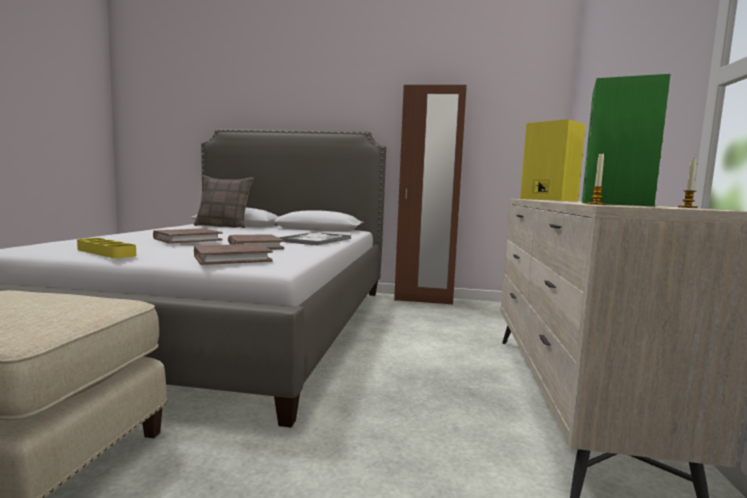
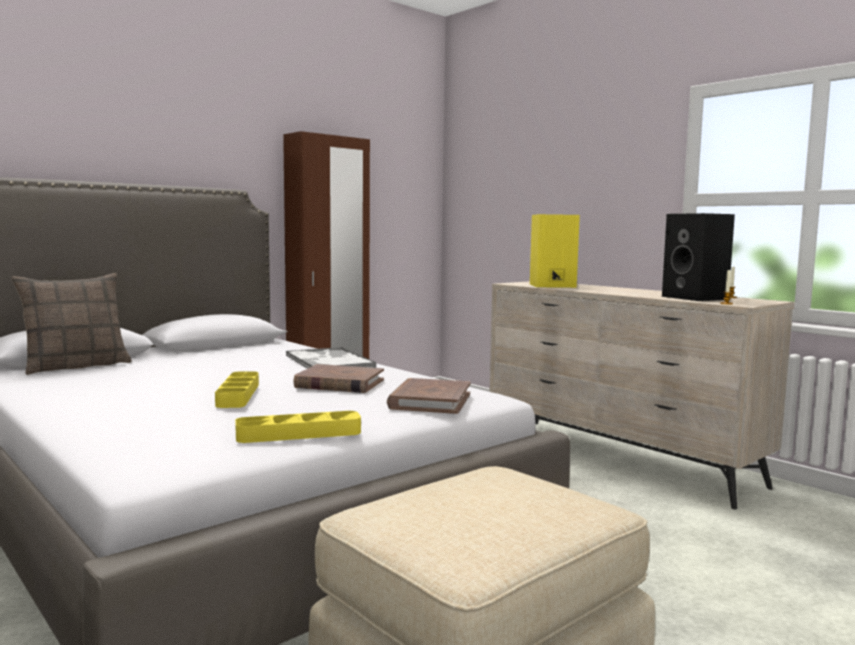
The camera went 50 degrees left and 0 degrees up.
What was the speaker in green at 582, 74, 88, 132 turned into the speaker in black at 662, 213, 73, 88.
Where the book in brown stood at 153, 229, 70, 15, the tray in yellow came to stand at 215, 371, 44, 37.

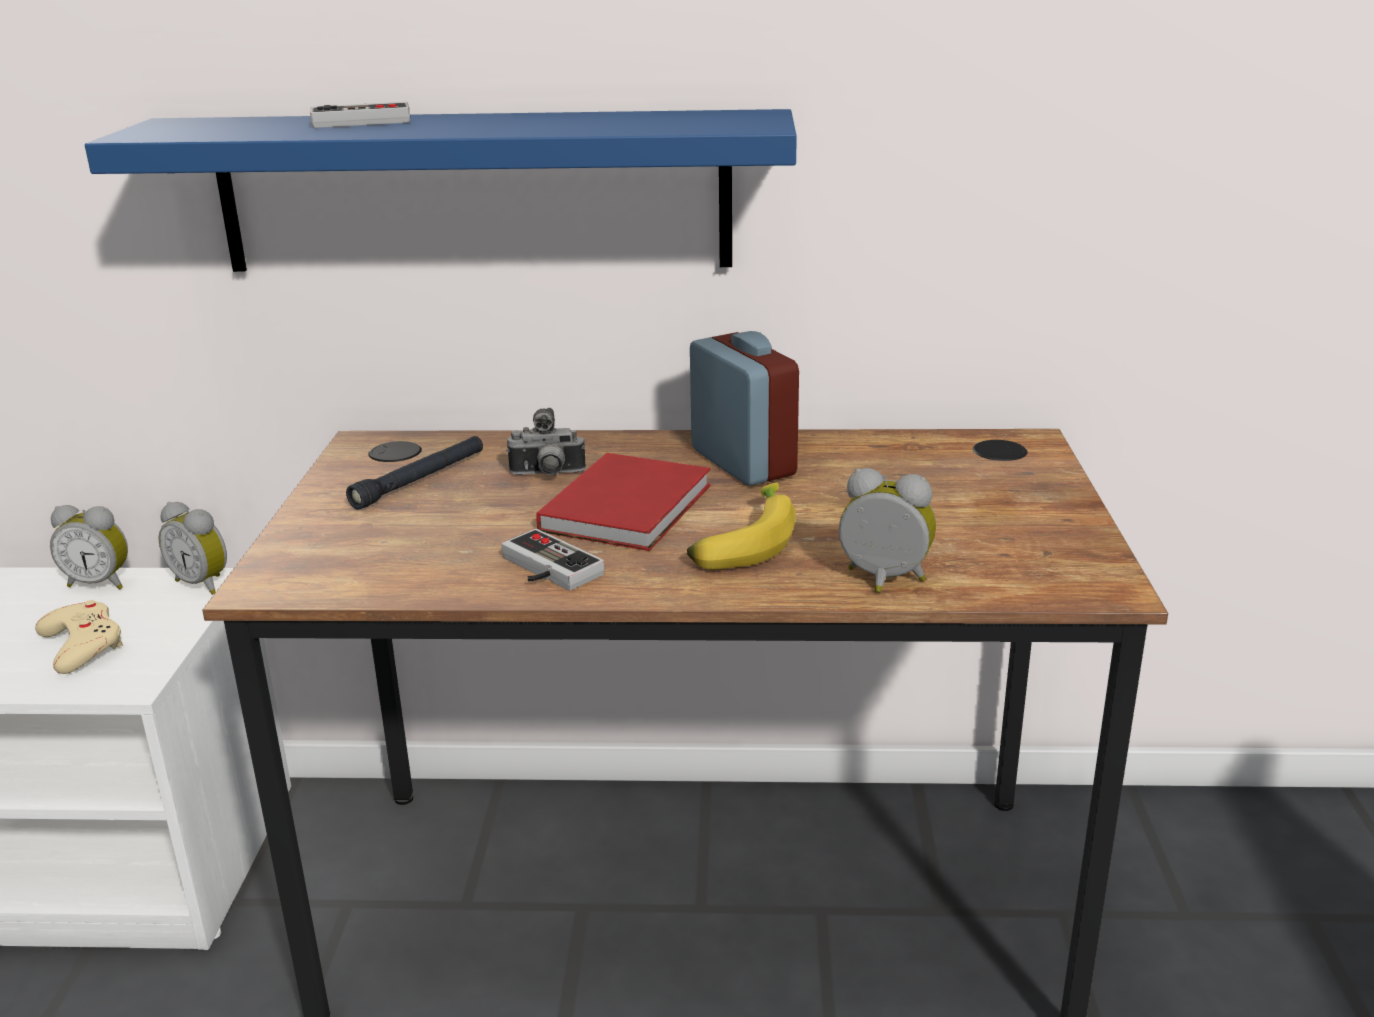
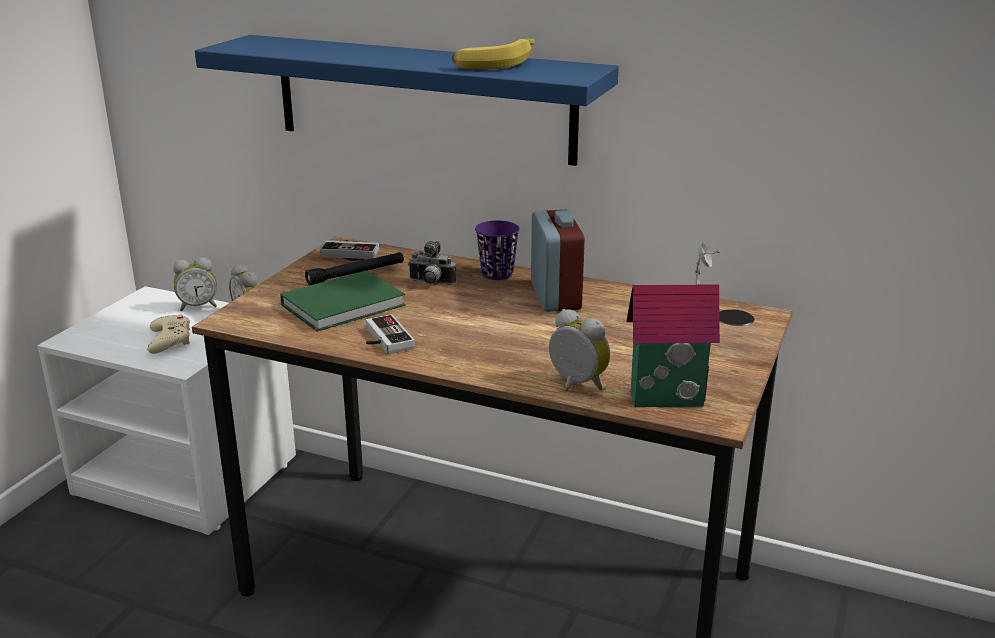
The camera went 20 degrees right and 0 degrees up.
The game controller ended up elsewhere, having gone from 310, 102, 100, 26 to 320, 240, 59, 19.
The second view lost the book in red at 536, 453, 175, 98.
The banana ended up elsewhere, having gone from 687, 483, 109, 87 to 452, 39, 83, 31.
The alarm clock at 50, 505, 78, 85 ended up facing another way, 45 degrees counterclockwise from before.
The second view gained the cup in purple at 475, 221, 45, 59.
The second view gained the toy house at 626, 242, 94, 165.
The second view gained the book in green at 280, 270, 126, 62.

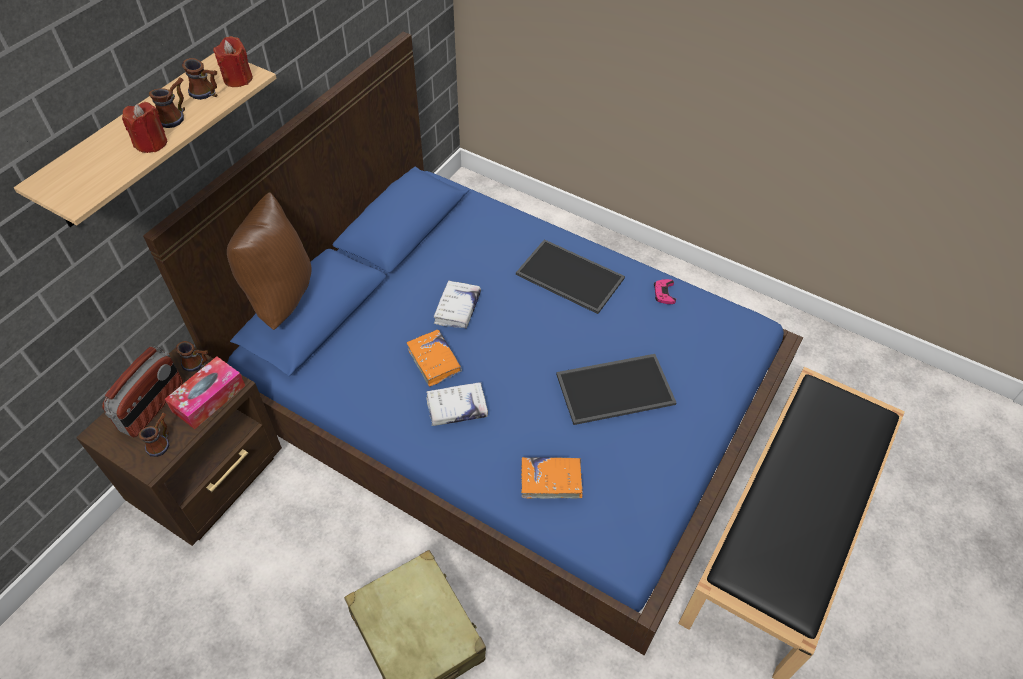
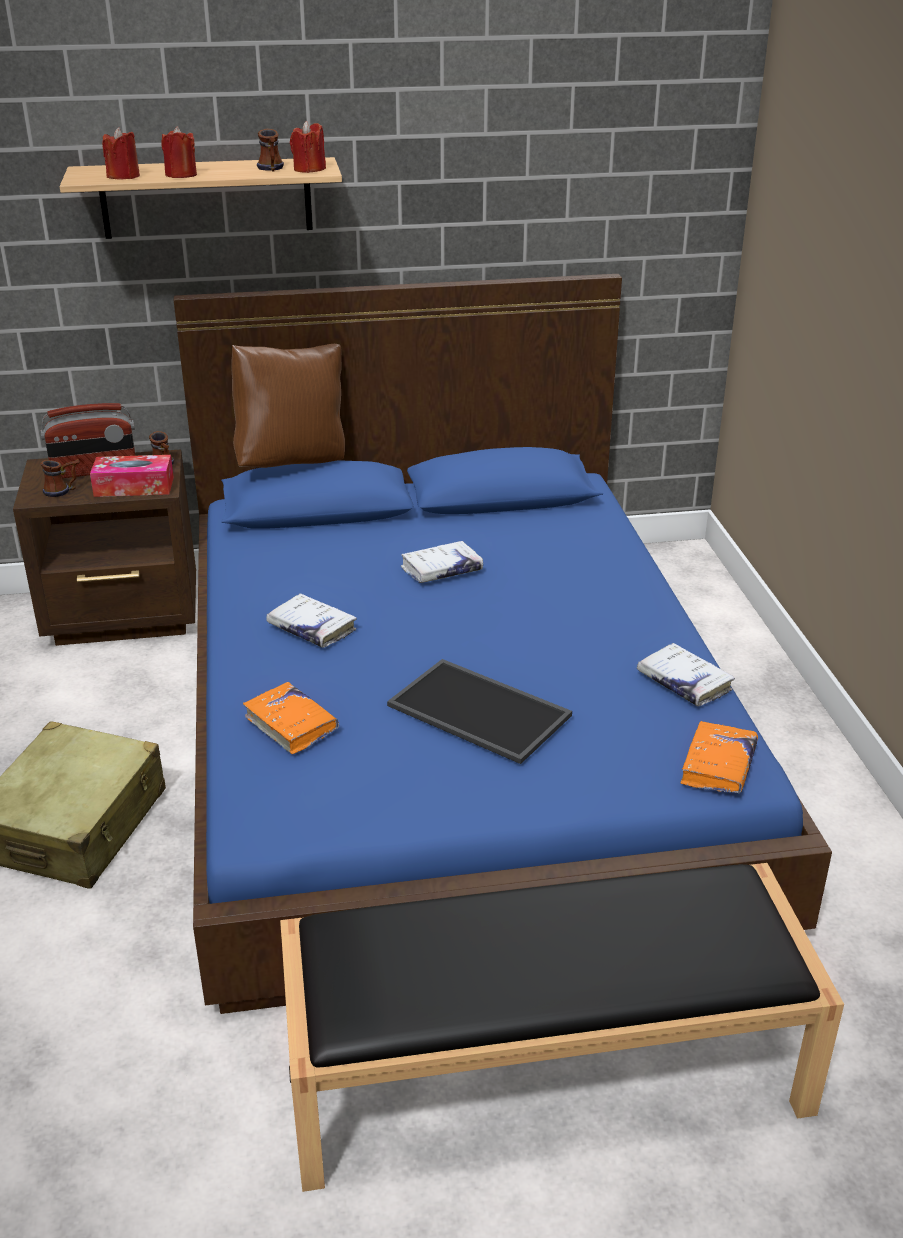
The camera went 50 degrees right and 20 degrees down.
The second view lost the mug at 149, 78, 36, 50.
The second view lost the tray at 516, 239, 109, 75.
Where the game controller in pink stood at 654, 279, 22, 25, the book in white came to stand at 637, 643, 98, 64.
The book in orange ended up elsewhere, having gone from 407, 330, 55, 57 to 680, 721, 78, 72.
The second view gained the candle in red at 102, 127, 38, 52.

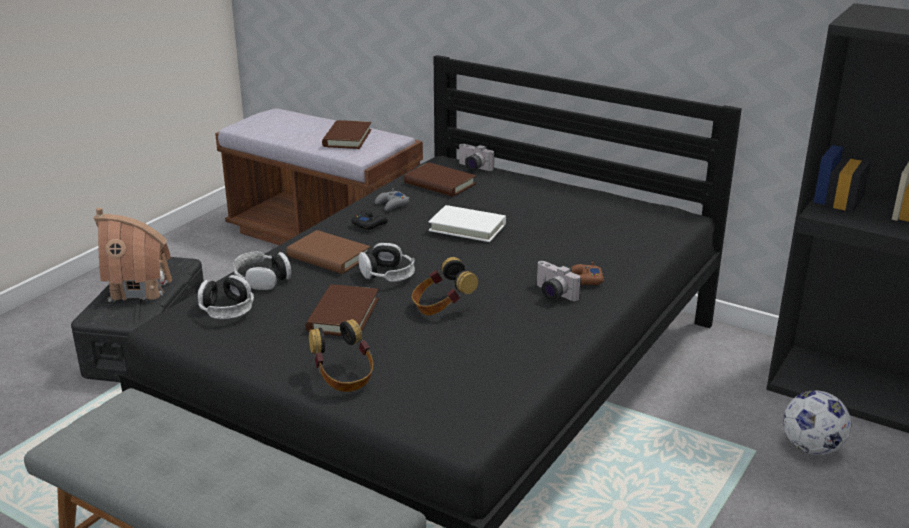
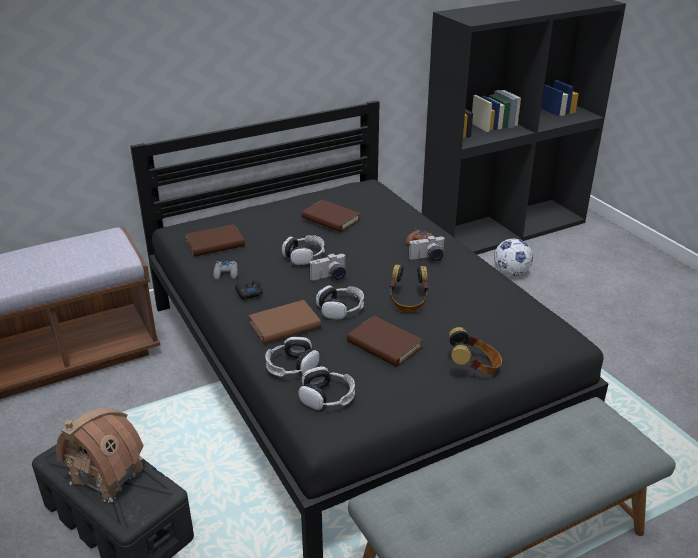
The camera went 60 degrees left and 5 degrees up.
The book in brown ended up elsewhere, having gone from 322, 120, 50, 29 to 301, 200, 59, 32.
The photo camera ended up elsewhere, having gone from 458, 144, 36, 27 to 309, 253, 37, 27.
Where the book in white stood at 428, 205, 78, 37, the headphones came to stand at 282, 235, 43, 30.

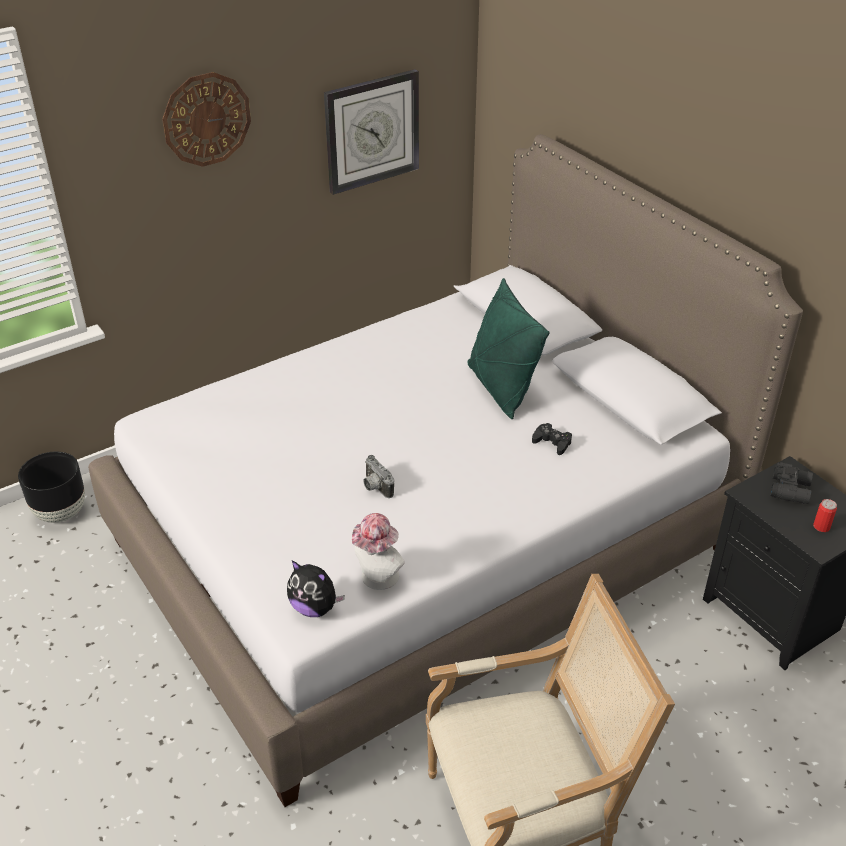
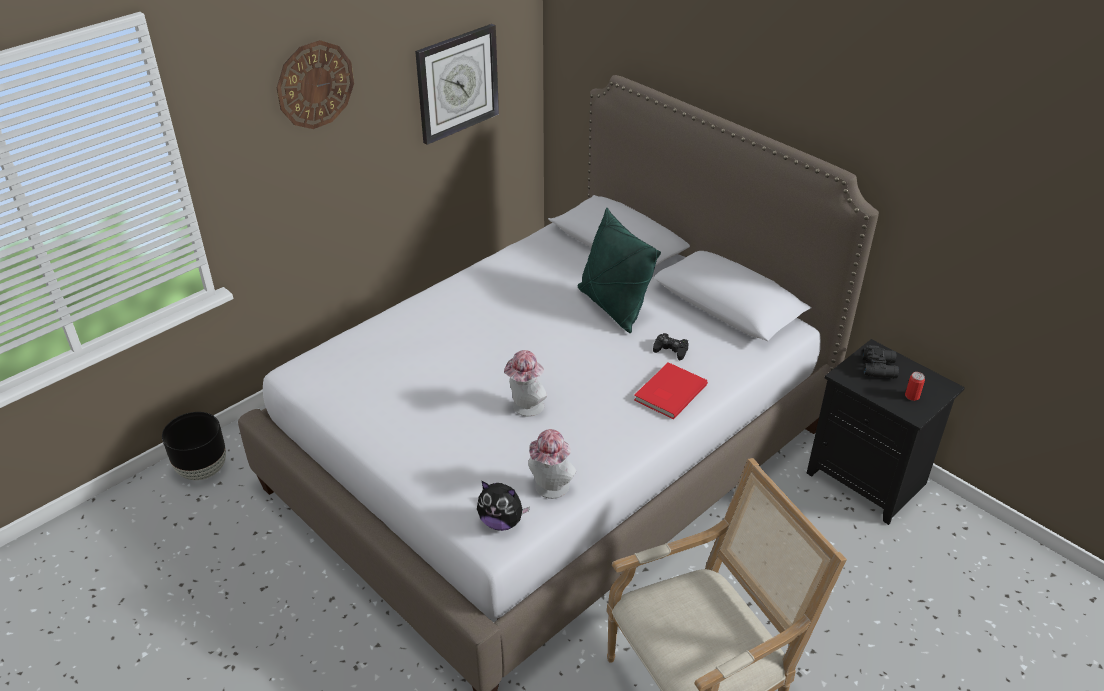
The camera went 10 degrees left and 0 degrees up.
Where the photo camera stood at 363, 455, 31, 43, the hat came to stand at 504, 350, 43, 67.
The second view gained the book in red at 634, 362, 74, 57.

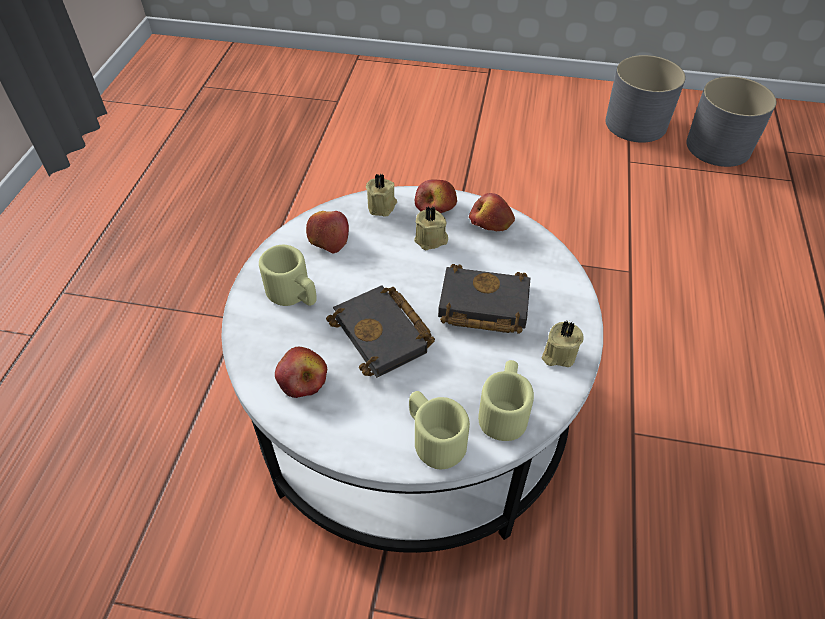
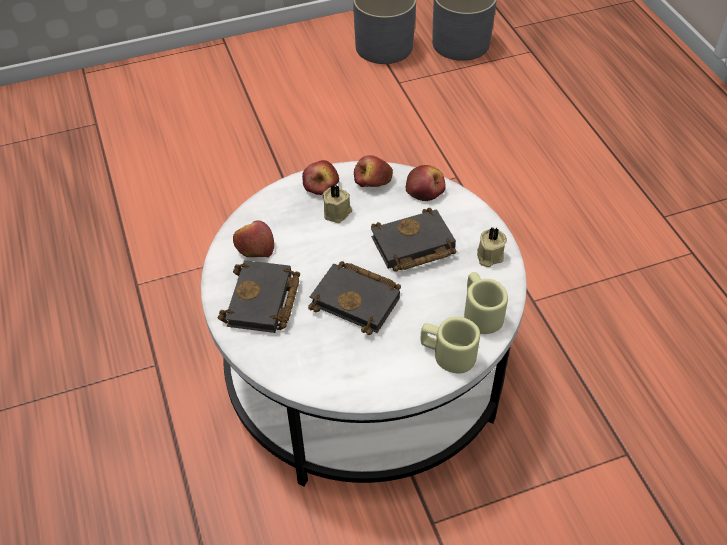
The camera went 30 degrees left and 0 degrees up.
The second view lost the candle in beige at 366, 173, 31, 43.
Where the mug in beige stood at 259, 245, 57, 61, the book in black came to stand at 218, 260, 82, 73.
The apple ended up elsewhere, having gone from 275, 347, 52, 51 to 406, 165, 40, 36.

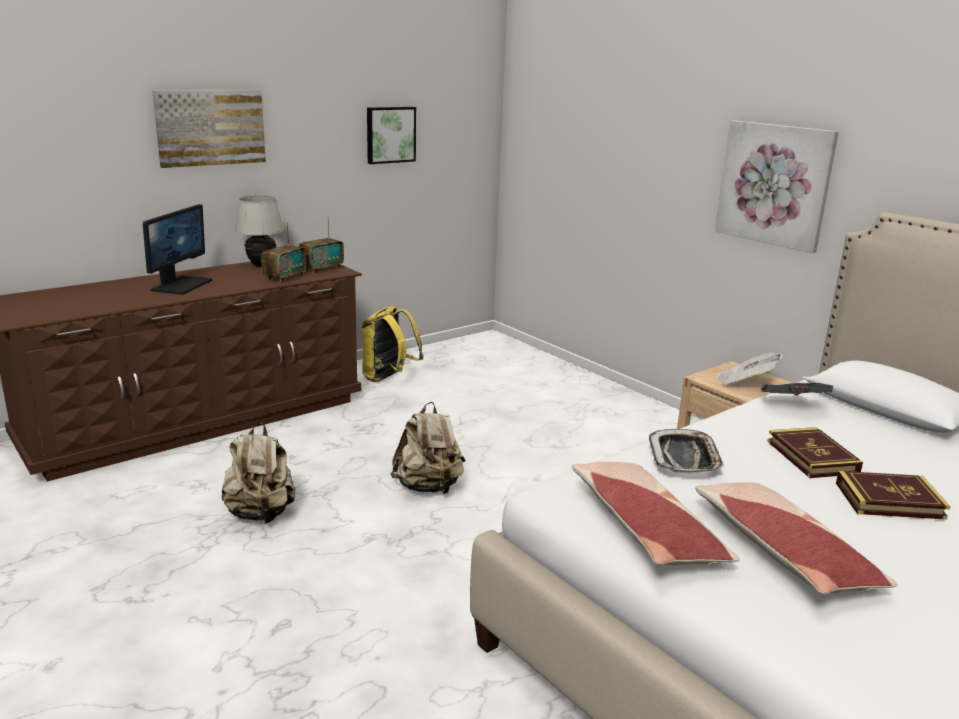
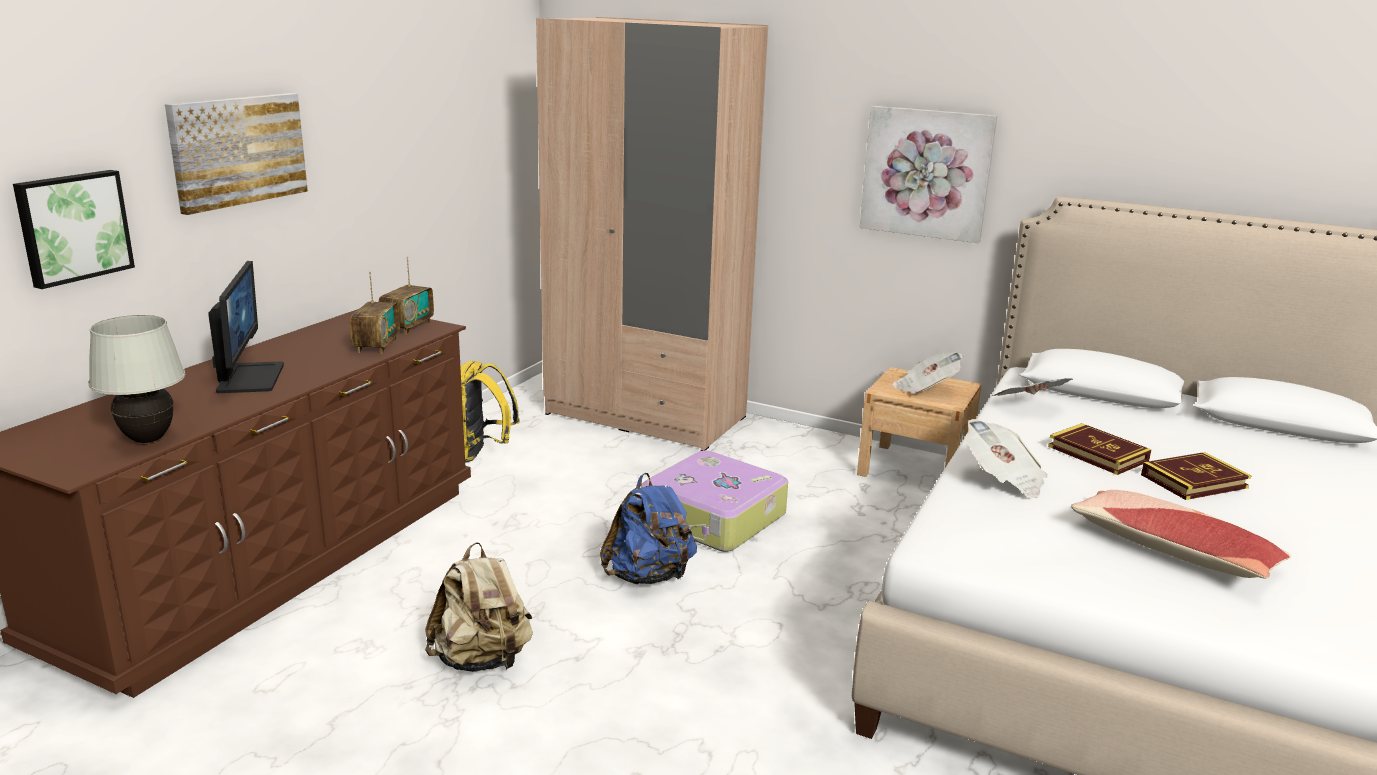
The camera went 25 degrees left and 0 degrees up.
The picture ended up elsewhere, having gone from 367, 107, 49, 57 to 13, 170, 122, 119.
The table lamp in white ended up elsewhere, having gone from 235, 196, 49, 71 to 89, 315, 96, 128.
What was the backpack in beige at 391, 402, 74, 92 turned into the backpack in blue at 600, 473, 97, 111.
Where the tray stood at 649, 429, 76, 45, the newspaper came to stand at 965, 419, 83, 79.
The second view lost the pillow at 572, 462, 168, 103.
The second view gained the wardrobe in beige at 536, 17, 232, 434.
The second view gained the suitcase at 641, 450, 147, 102.

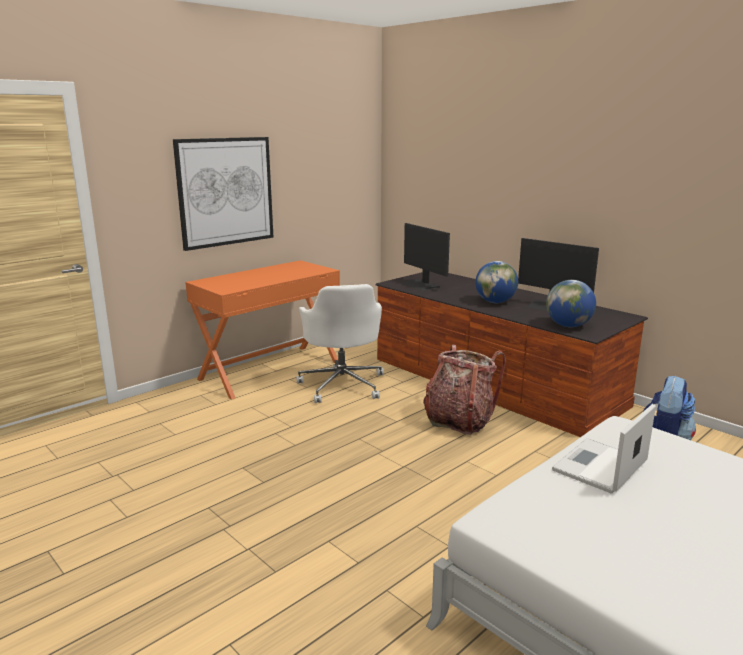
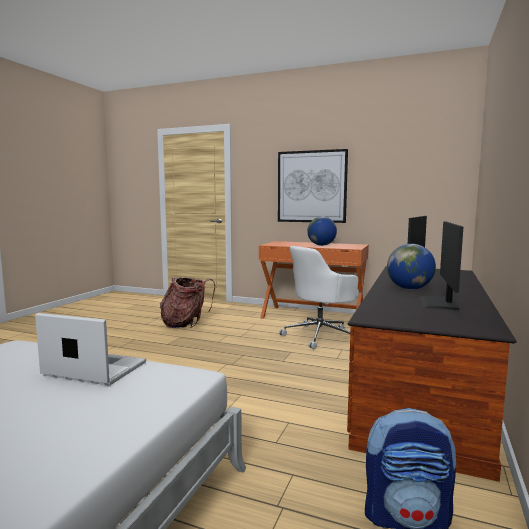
The camera went 65 degrees right and 10 degrees down.
The globe ended up elsewhere, having gone from 546, 280, 50, 47 to 307, 216, 30, 30.
The backpack ended up elsewhere, having gone from 423, 345, 83, 90 to 160, 277, 55, 51.

